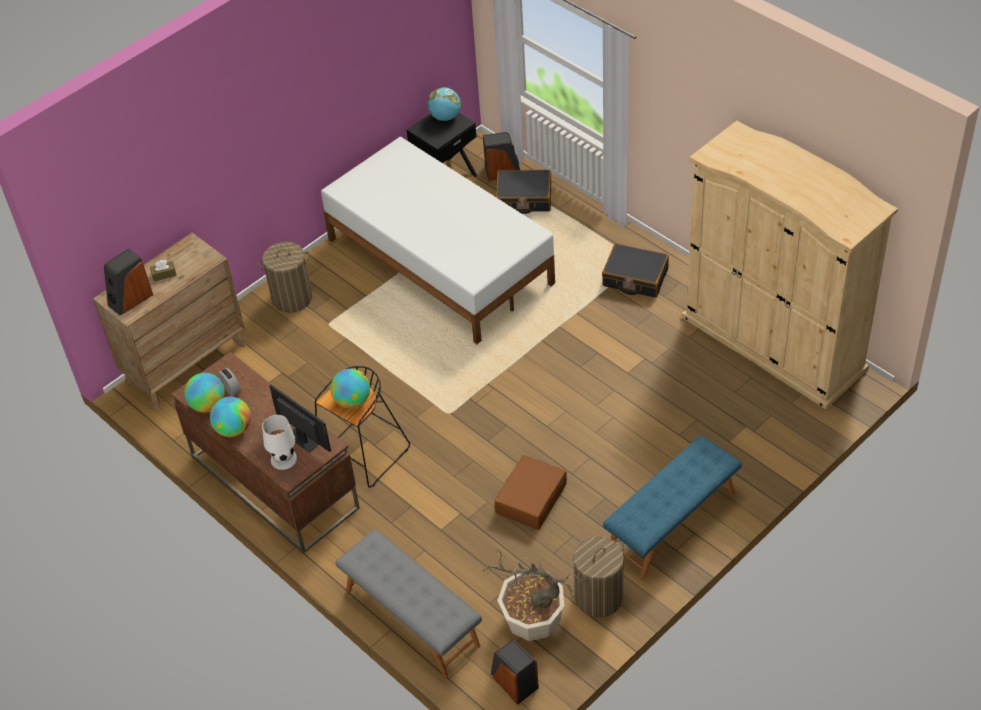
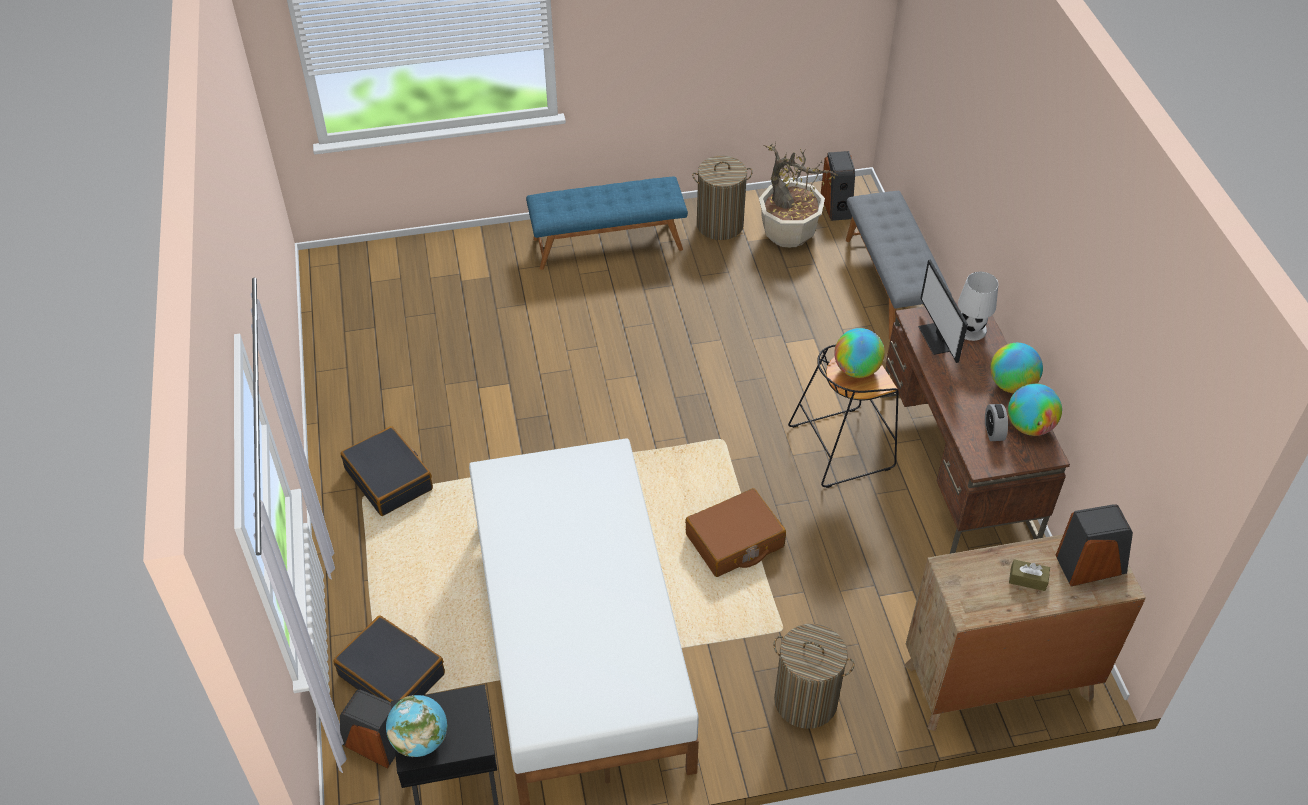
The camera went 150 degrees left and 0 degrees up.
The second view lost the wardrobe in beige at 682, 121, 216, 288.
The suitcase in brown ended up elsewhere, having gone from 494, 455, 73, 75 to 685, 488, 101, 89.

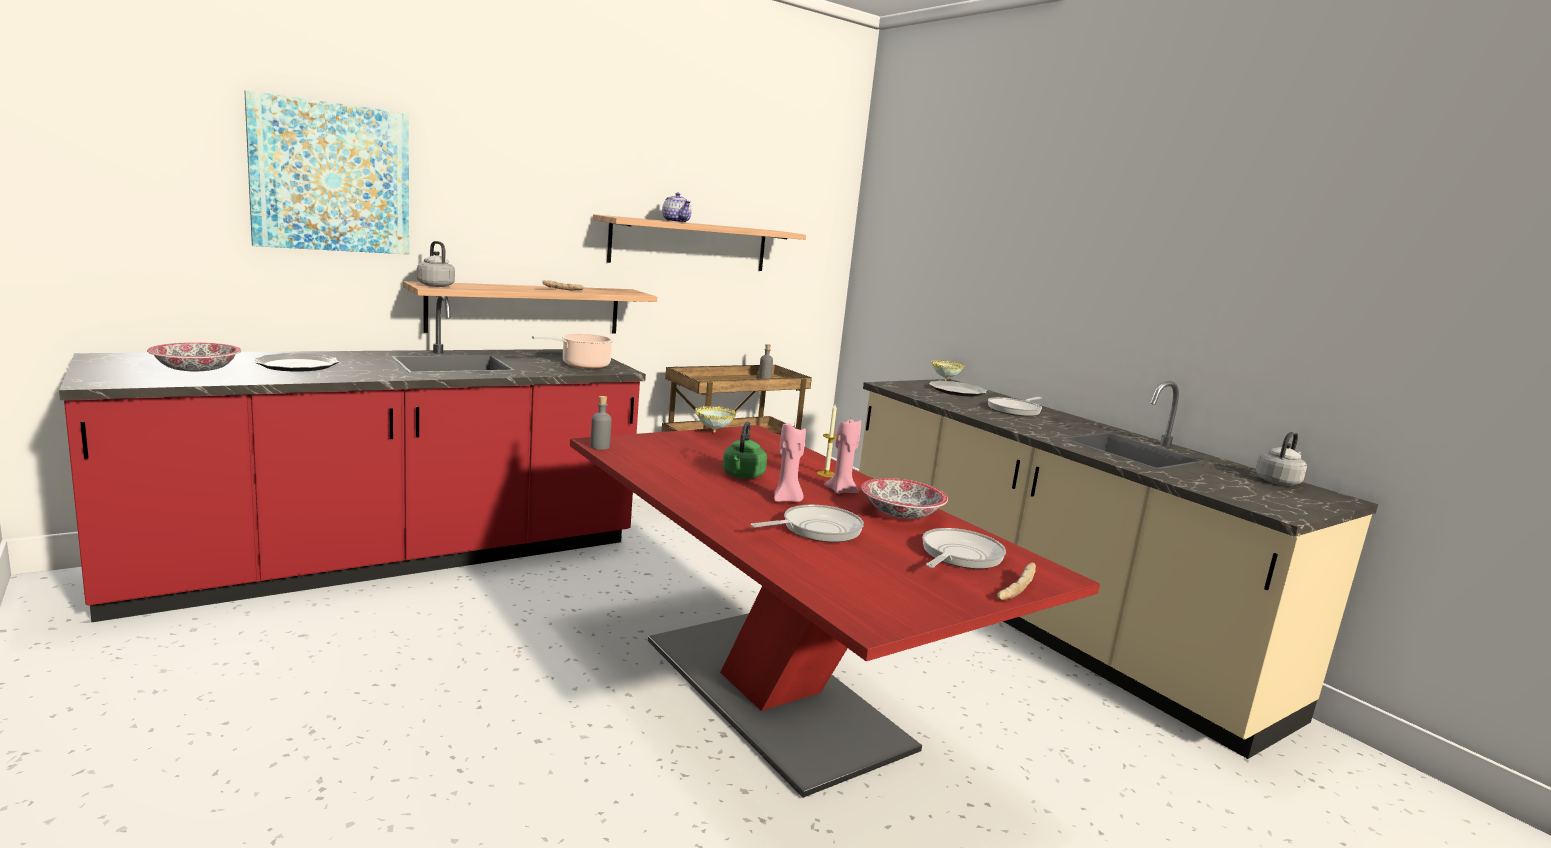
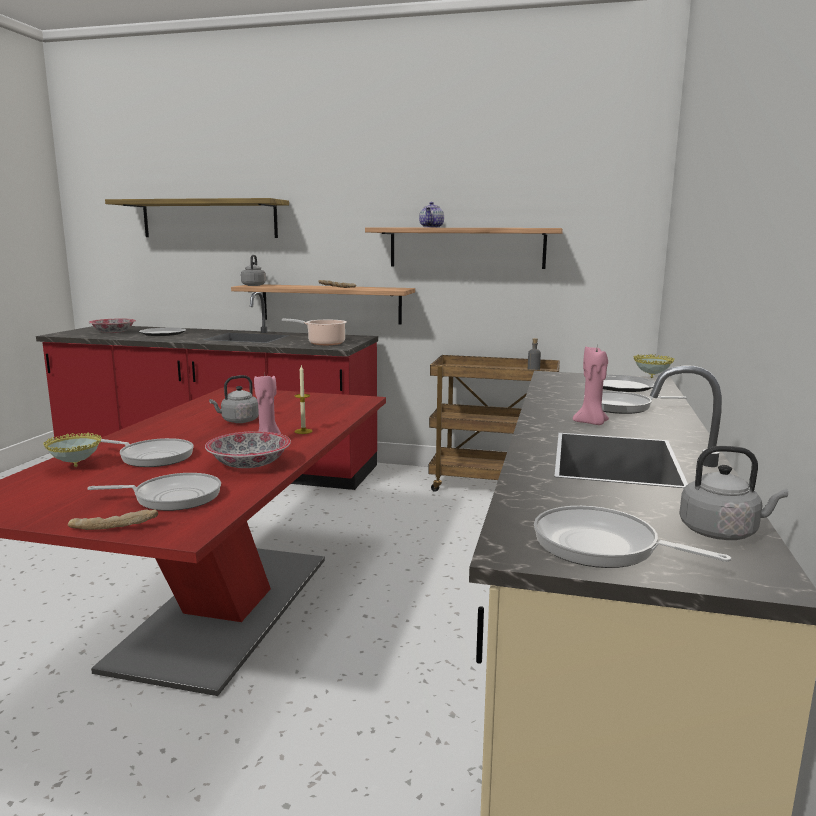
The camera went 50 degrees right and 0 degrees up.
Where the picture hung at 244, 90, 165, 164, the shelf came to hang at 105, 198, 184, 40.
The second view lost the bottle in grey at 590, 396, 22, 54.
The bowl ended up elsewhere, having gone from 695, 406, 42, 27 to 43, 432, 59, 35.
What was the kettle in green at 723, 421, 44, 58 turned into the kettle in grey at 209, 375, 50, 48.
The candle in pink ended up elsewhere, having gone from 774, 423, 32, 79 to 573, 347, 36, 78.
The second view gained the frying pan at 534, 506, 197, 62.

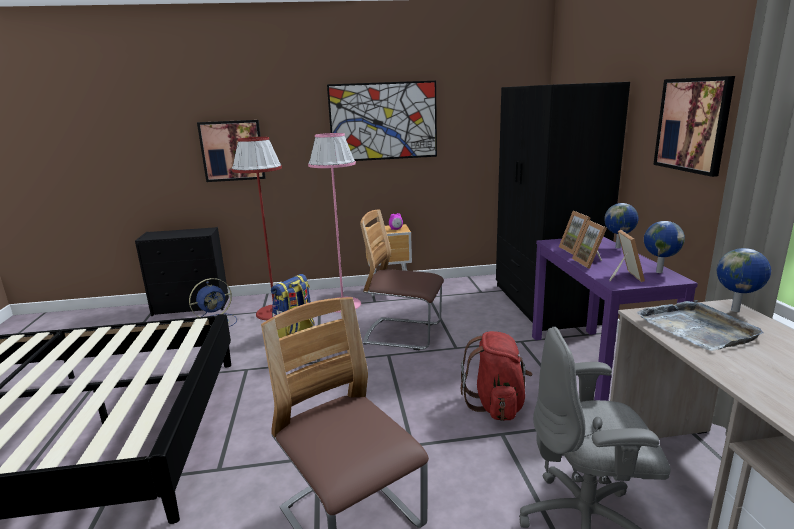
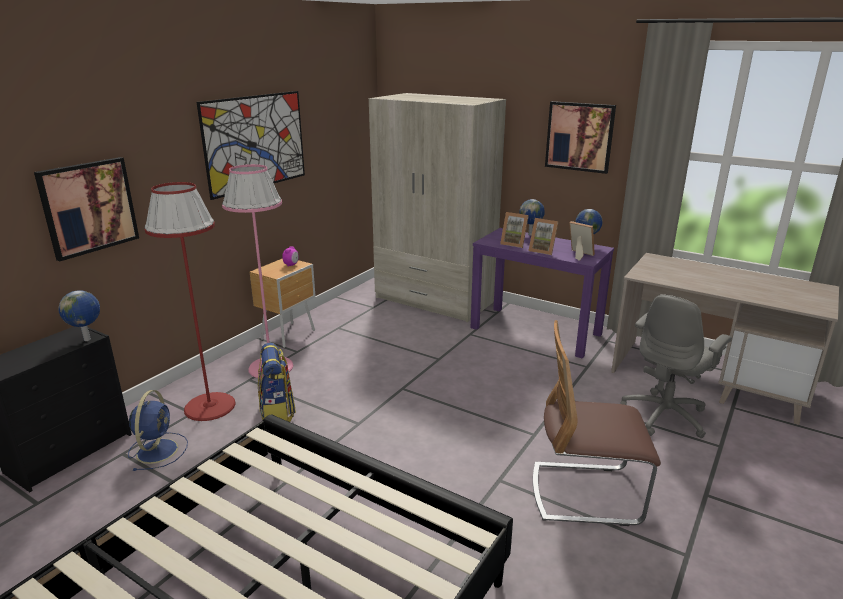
The camera went 50 degrees left and 5 degrees up.
What was the wardrobe in black at 496, 82, 134, 249 turned into the wardrobe in beige at 369, 93, 137, 229.
The second view lost the chair at 360, 209, 84, 141.
The globe ended up elsewhere, having gone from 717, 248, 54, 64 to 58, 290, 42, 51.
The second view lost the tray in grey at 636, 300, 128, 51.
The second view lost the backpack in red at 461, 331, 71, 90.

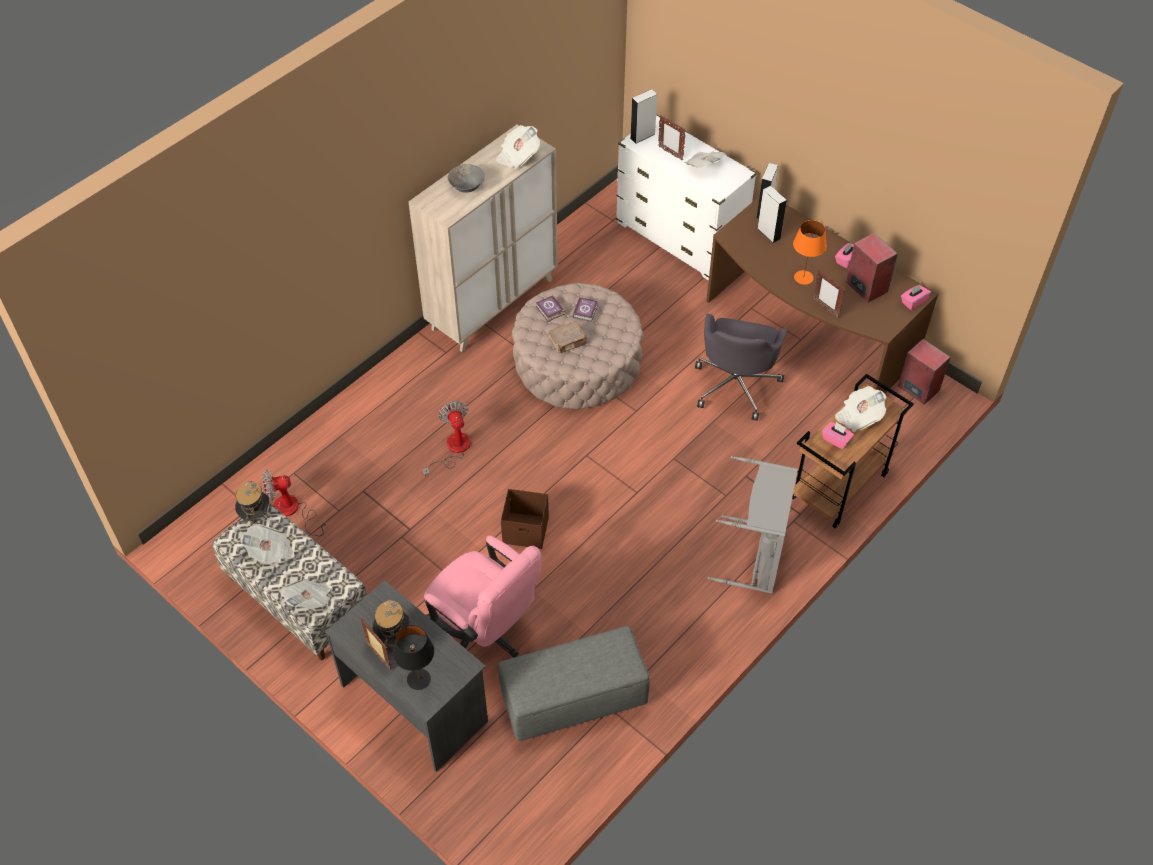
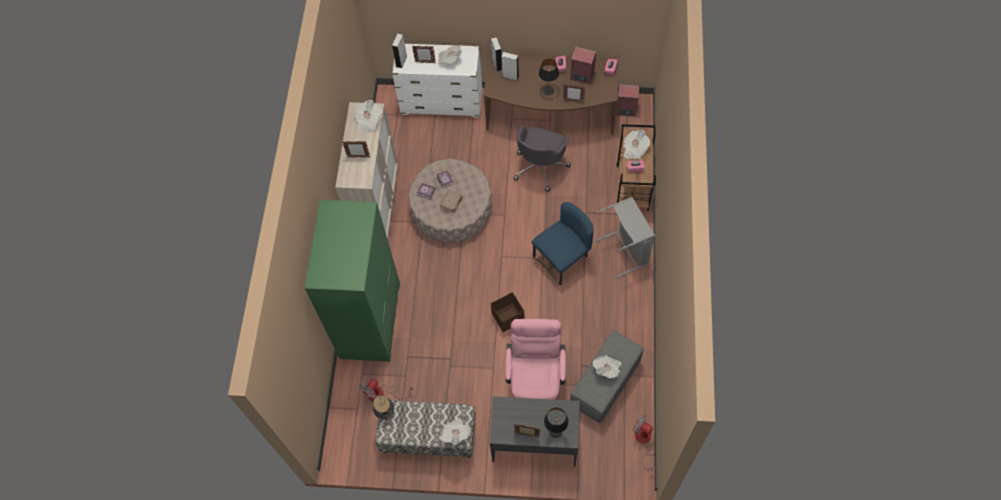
The camera went 35 degrees left and 10 degrees up.
Where the bowl in grey stood at 448, 164, 37, 29, the picture frame came to stand at 342, 141, 28, 17.
What was the table lamp in orange at 793, 220, 34, 65 turned into the table lamp in black at 539, 59, 20, 37.
The office chair in grey at 695, 314, 92, 107 ended up facing another way, 45 degrees clockwise from before.
The fan ended up elsewhere, having gone from 422, 401, 49, 76 to 633, 415, 22, 57.
The newspaper ended up elsewhere, having gone from 240, 524, 55, 41 to 593, 355, 28, 24.
The office chair in pink at 424, 536, 118, 122 ended up facing another way, 90 degrees counterclockwise from before.
The second view lost the hat at 372, 600, 38, 47.
The second view gained the wardrobe in green at 305, 200, 95, 162.
The second view gained the chair in blue at 532, 202, 62, 84.

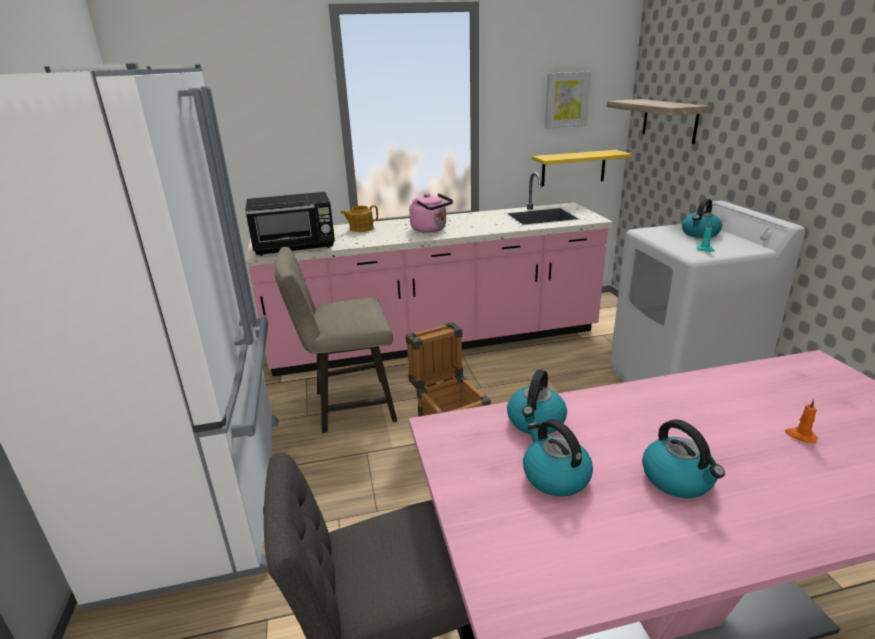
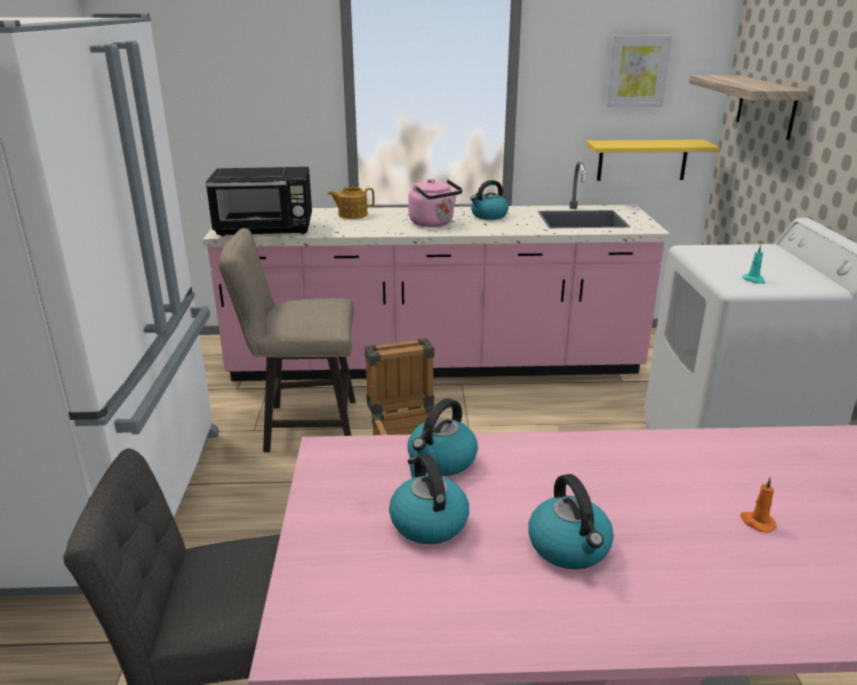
The camera went 10 degrees right and 0 degrees up.
The kettle ended up elsewhere, having gone from 682, 199, 40, 39 to 470, 180, 39, 40.

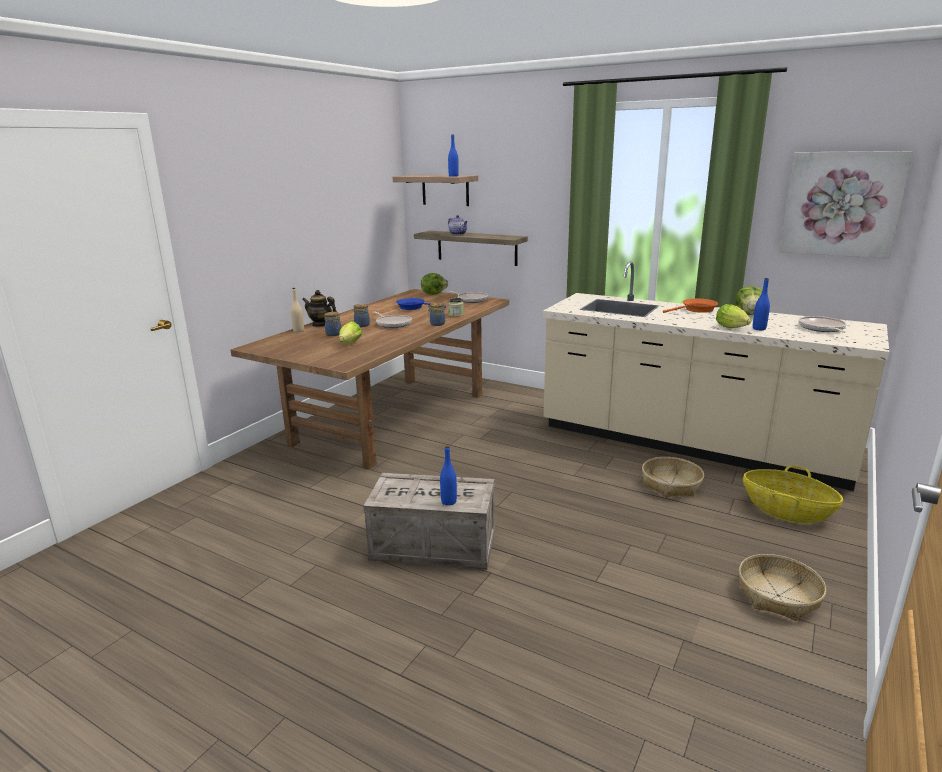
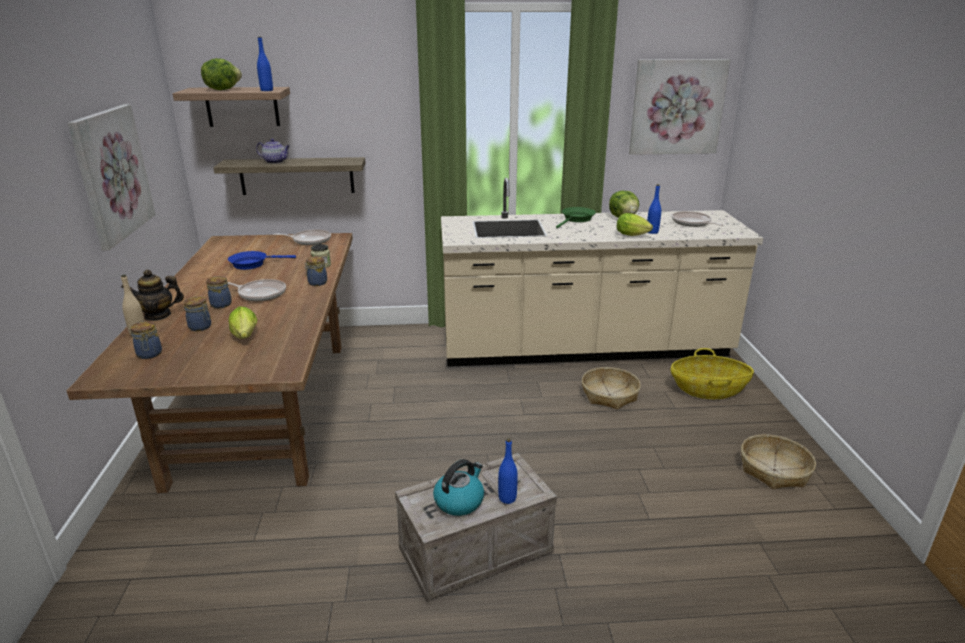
The camera went 35 degrees left and 5 degrees up.
The lettuce ended up elsewhere, having gone from 421, 273, 27, 22 to 201, 58, 41, 32.
What was the frying pan in orange at 663, 299, 56, 14 turned into the frying pan in green at 556, 207, 40, 21.
The second view gained the picture at 68, 104, 88, 147.
The second view gained the jar at 130, 321, 32, 38.
The second view gained the kettle at 433, 459, 51, 57.

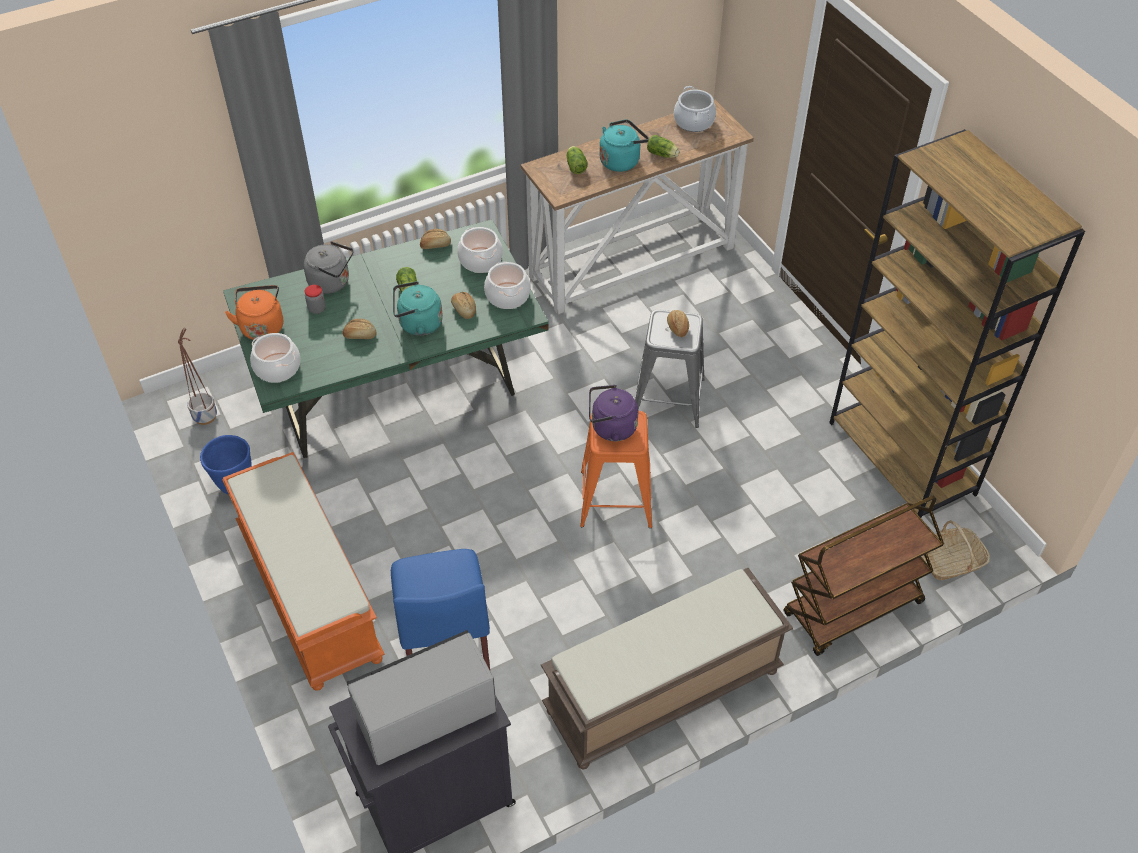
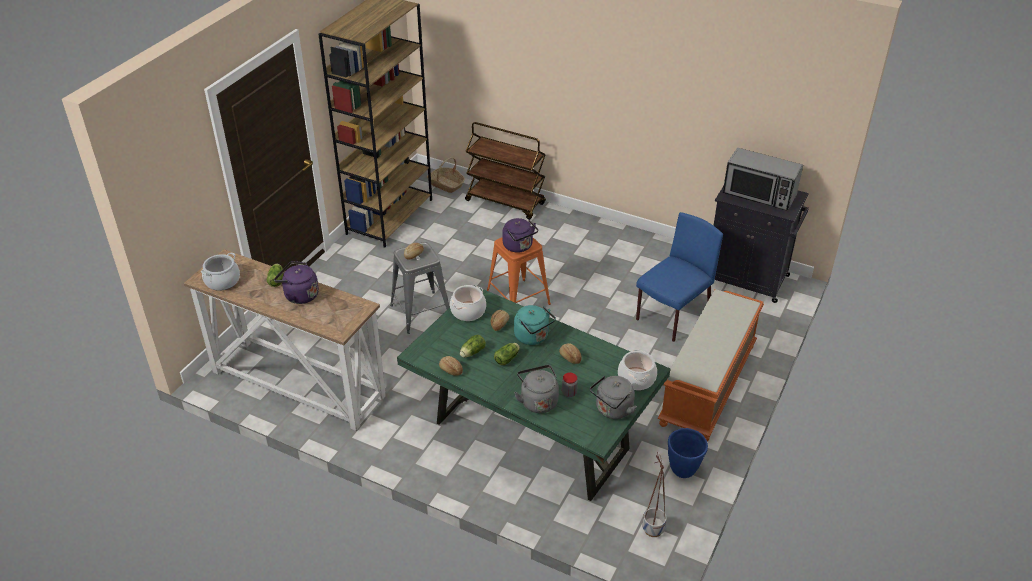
The camera went 125 degrees left and 10 degrees down.
What was the kettle in turquoise at 599, 119, 50, 53 turned into the kettle in purple at 274, 261, 45, 43.
The lettuce ended up elsewhere, having gone from 567, 146, 20, 28 to 460, 335, 26, 23.
The second view lost the cooking pot at 457, 227, 46, 46.
What was the kettle in orange at 225, 285, 58, 55 turned into the kettle in grey at 590, 376, 47, 43.
The second view lost the bench in brown at 541, 568, 252, 201.

